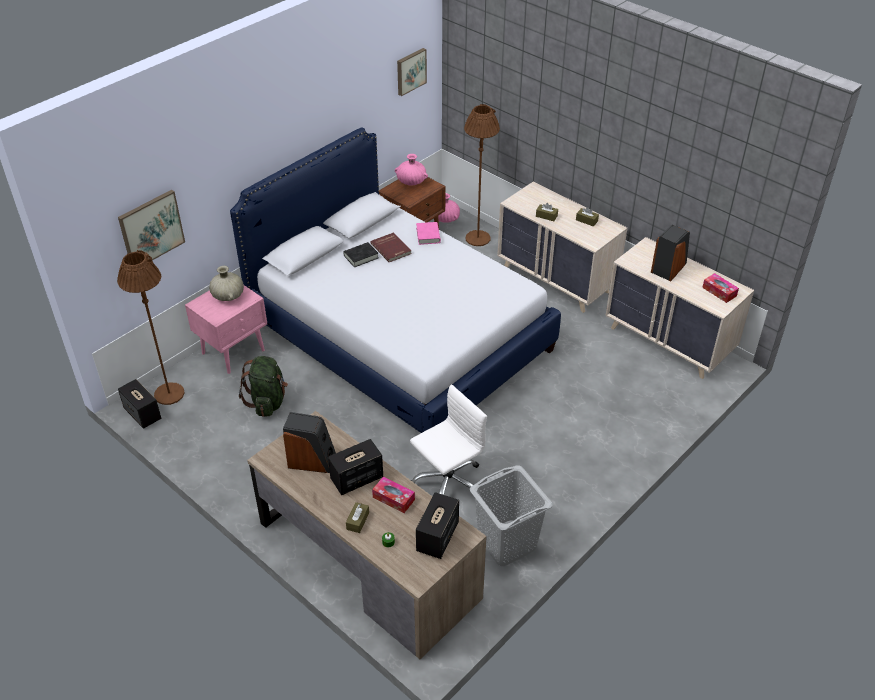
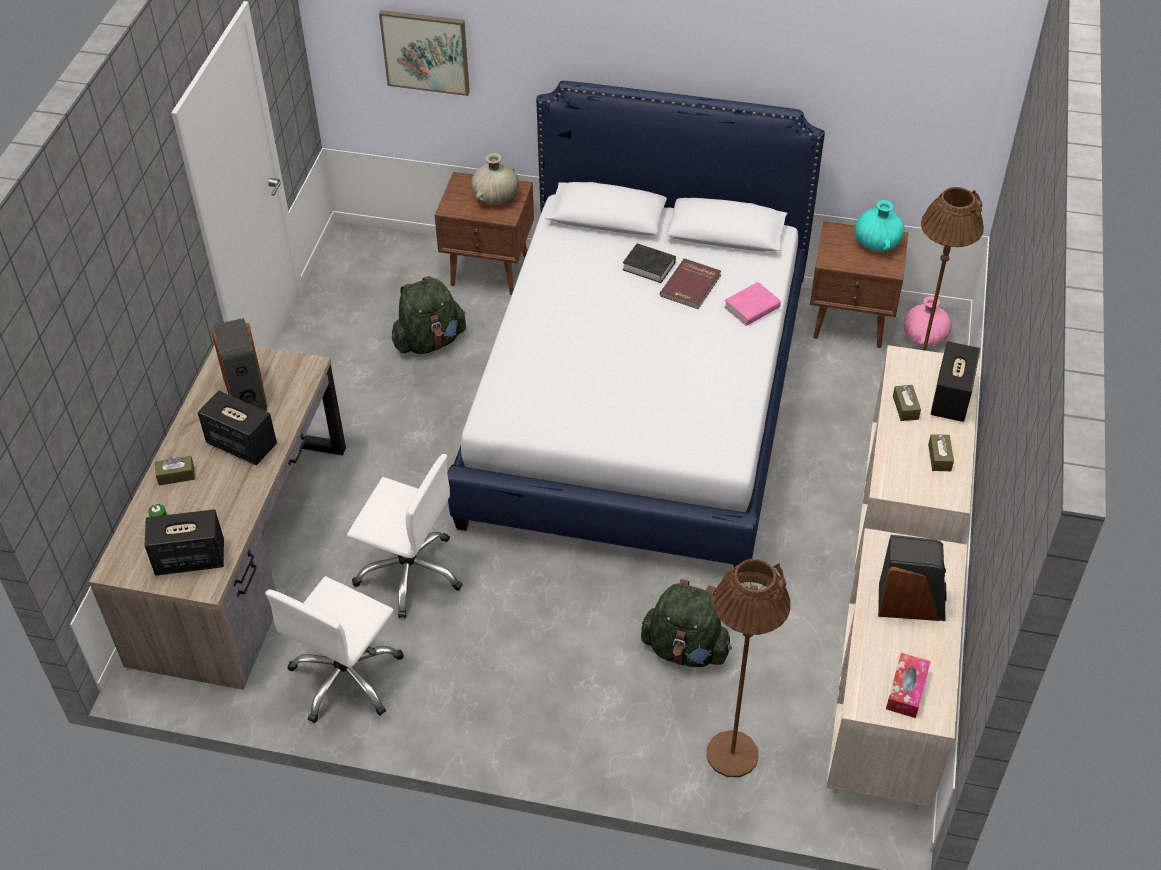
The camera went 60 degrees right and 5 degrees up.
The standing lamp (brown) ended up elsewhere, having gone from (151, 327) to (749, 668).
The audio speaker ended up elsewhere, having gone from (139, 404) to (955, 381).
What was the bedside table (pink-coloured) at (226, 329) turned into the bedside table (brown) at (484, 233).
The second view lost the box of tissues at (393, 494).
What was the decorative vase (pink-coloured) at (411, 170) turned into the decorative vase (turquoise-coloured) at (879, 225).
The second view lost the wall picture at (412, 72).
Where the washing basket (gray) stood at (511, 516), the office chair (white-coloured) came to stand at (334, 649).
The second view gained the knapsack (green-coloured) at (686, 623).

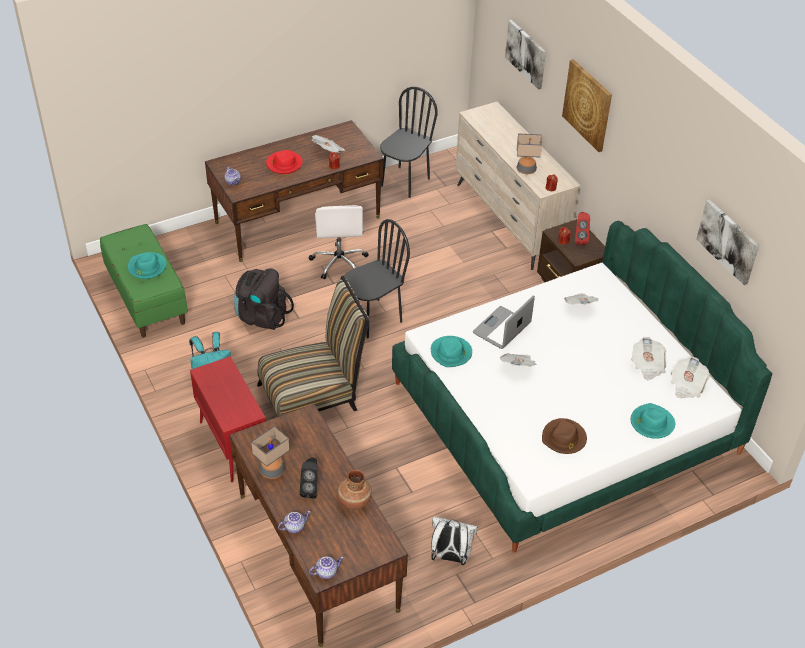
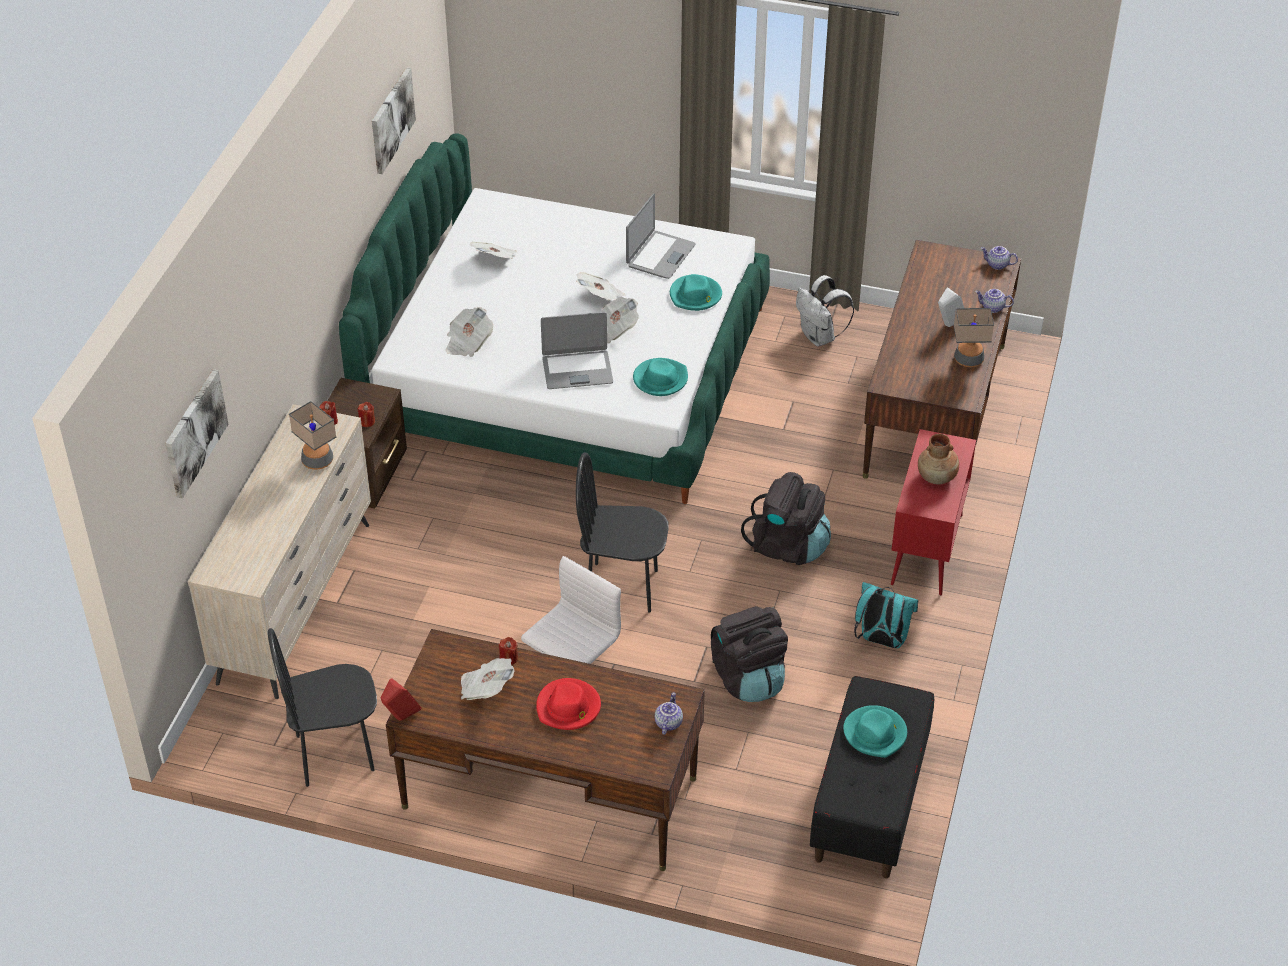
The camera went 135 degrees left and 0 degrees up.
What was the indoor bench (green-coloured) at (144, 280) turned into the indoor bench (black) at (872, 777).
Where the chair stood at (313, 346), the knapsack (black) came to stand at (786, 518).
What was the audio speaker (black) at (308, 478) turned into the audio speaker (white-coloured) at (951, 307).
The decorative vase (brown) ended up elsewhere, having gone from (354, 490) to (938, 459).
Where the hat (brown) stood at (564, 436), the notebook computer came to stand at (661, 236).
The second view lost the wall picture at (587, 105).
The audio speaker (reddish) ended up elsewhere, having gone from (582, 228) to (401, 699).
The hat (turquoise-coloured) ended up elsewhere, having gone from (653, 421) to (696, 292).
The printed paper ended up elsewhere, having gone from (690, 378) to (600, 286).

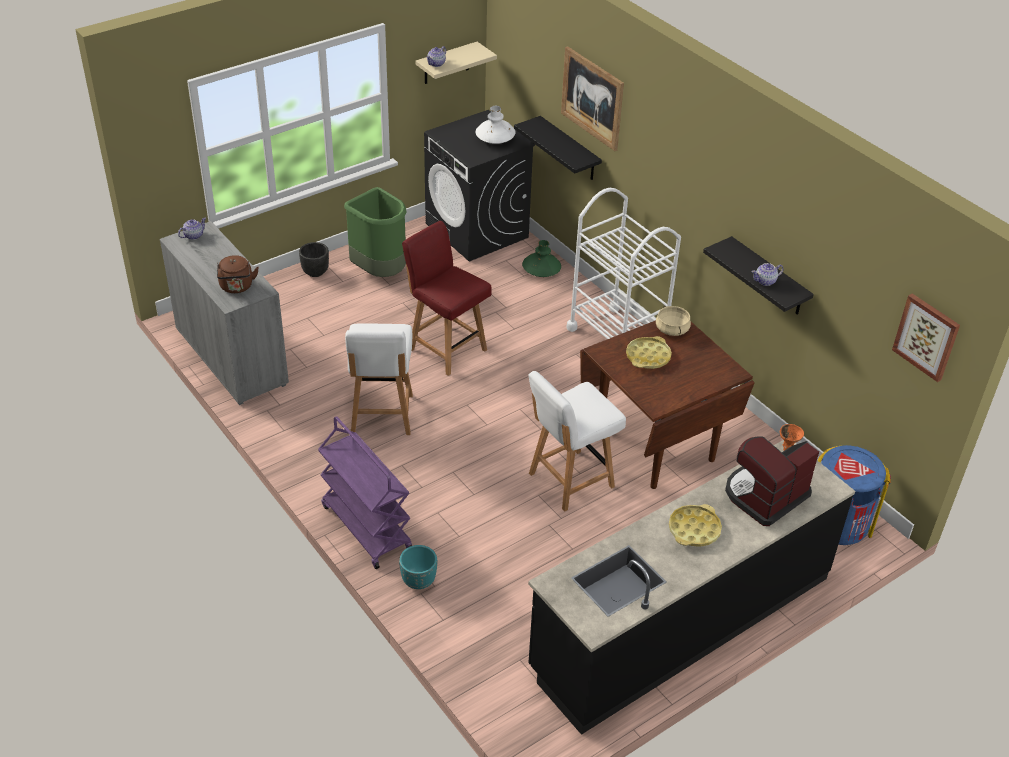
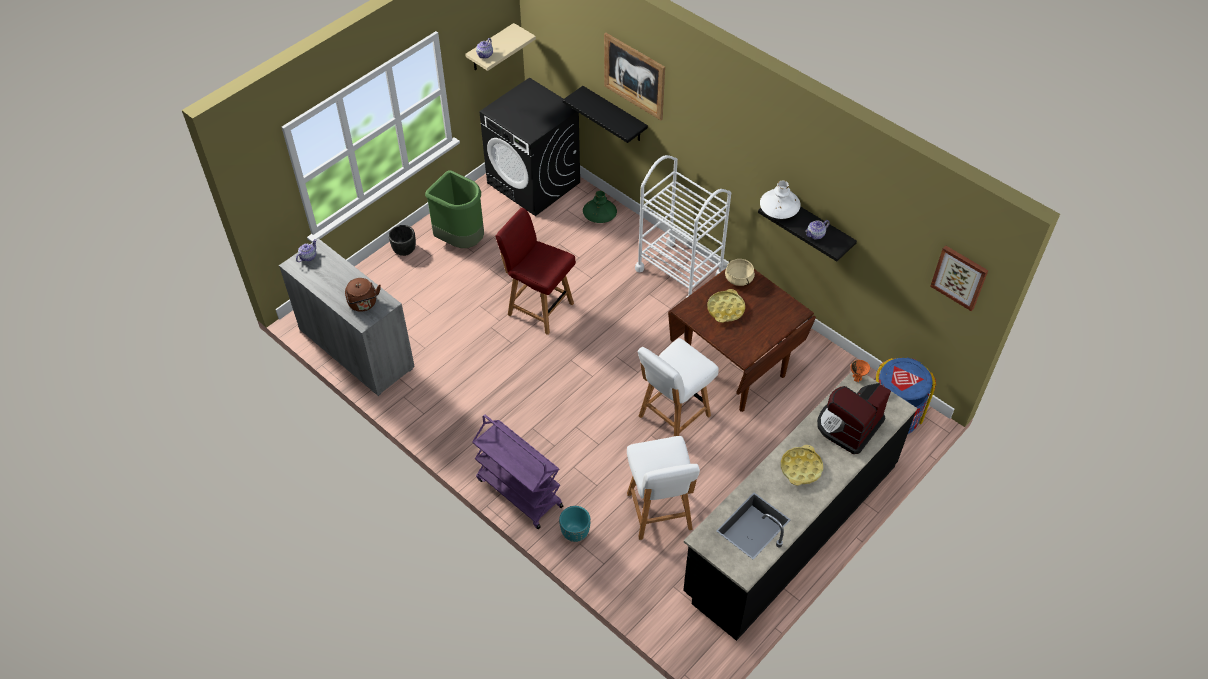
The camera went 10 degrees left and 10 degrees up.
The chair (white-coloured) ended up elsewhere, having gone from (379, 379) to (663, 488).
The decorative vase (white-coloured) ended up elsewhere, having gone from (496, 125) to (780, 199).

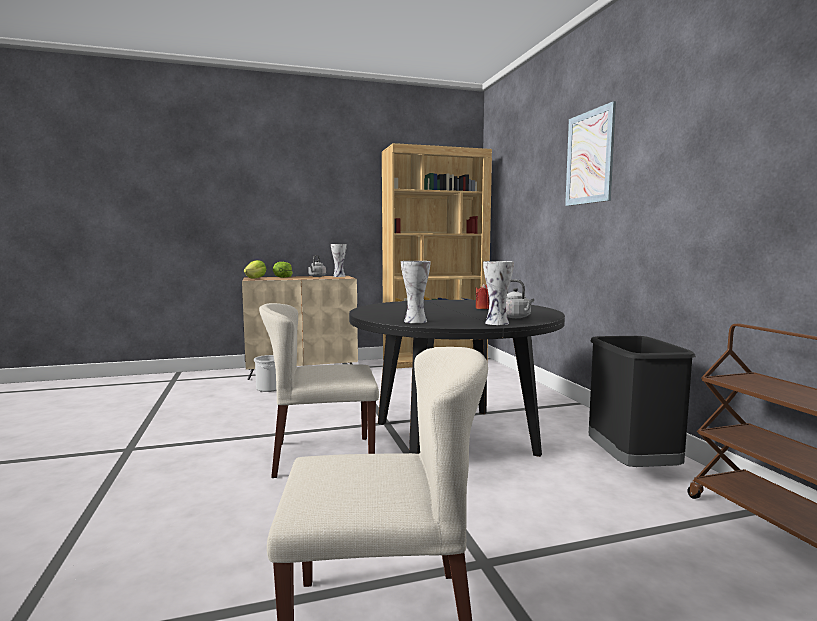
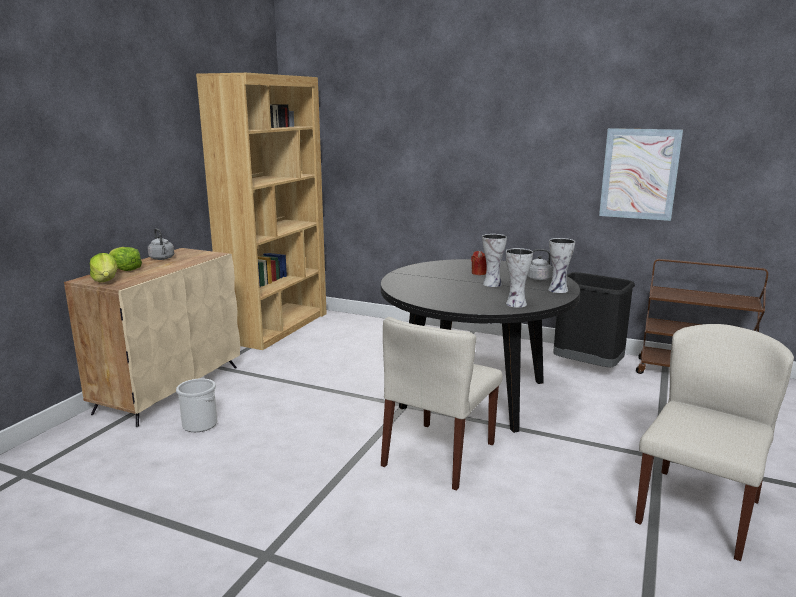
The camera went 50 degrees left and 10 degrees up.
The decorative vase ended up elsewhere, having gone from (339, 260) to (494, 260).
The wall picture ended up elsewhere, having gone from (590, 153) to (641, 174).

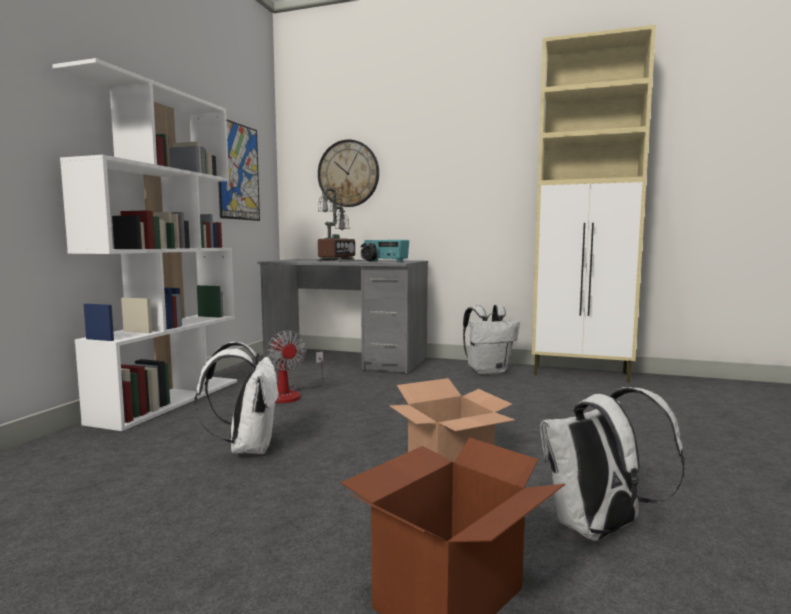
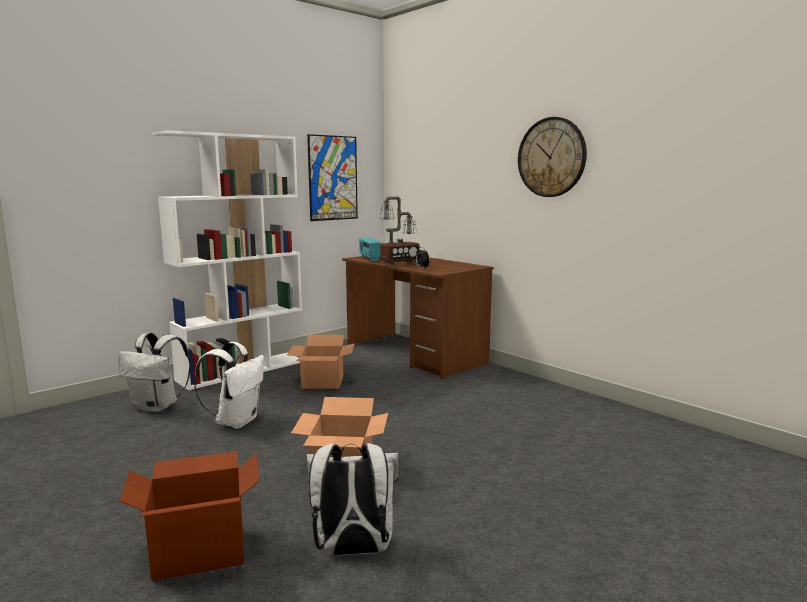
The camera went 30 degrees right and 5 degrees up.
What was the desk unit (gray) at (342, 316) turned into the desk unit (brown) at (418, 317).
Where the cooling fan stood at (295, 366), the packing box came to stand at (321, 362).
The wall clock ended up elsewhere, having gone from (348, 173) to (552, 157).
The radio set ended up elsewhere, having gone from (387, 251) to (370, 249).
The knapsack (white-coloured) ended up elsewhere, having gone from (491, 339) to (155, 372).
The second view lost the storage cabinet (beige) at (594, 204).

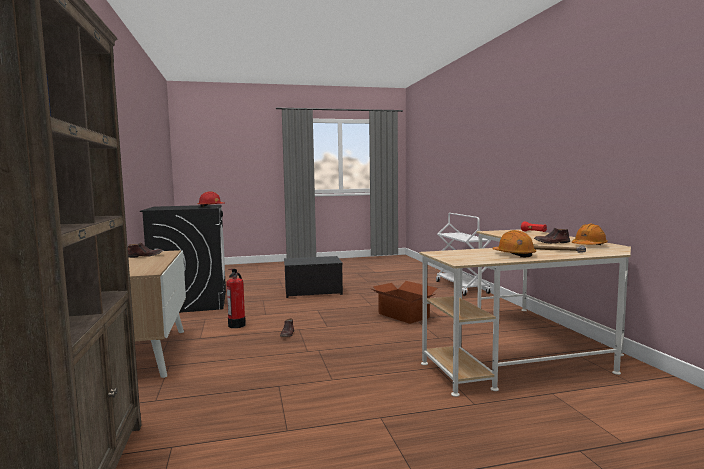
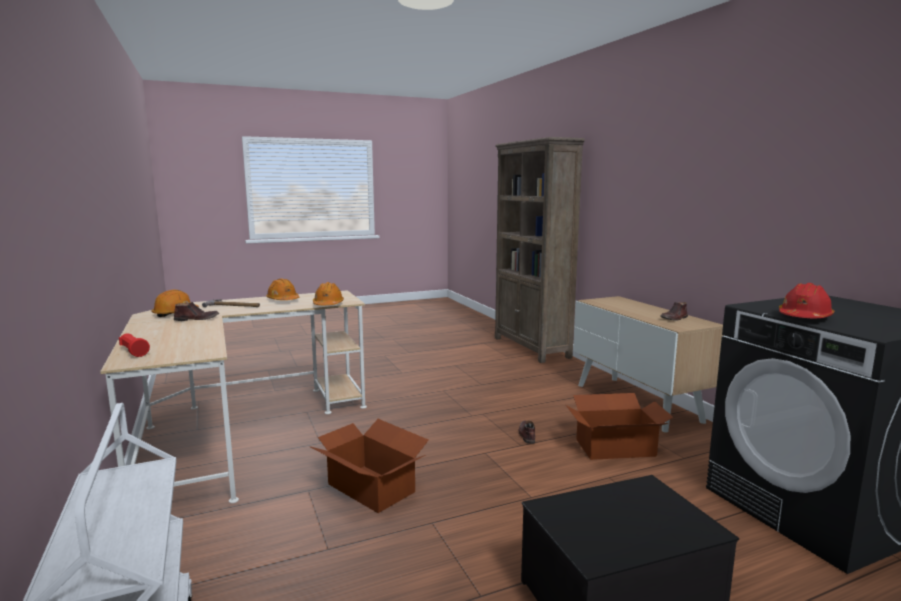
The camera went 170 degrees right and 5 degrees up.
Where the fire-fighting cylinder stood at (236, 298), the packing box came to stand at (619, 426).
The second view gained the work helmet (orange) at (328, 293).

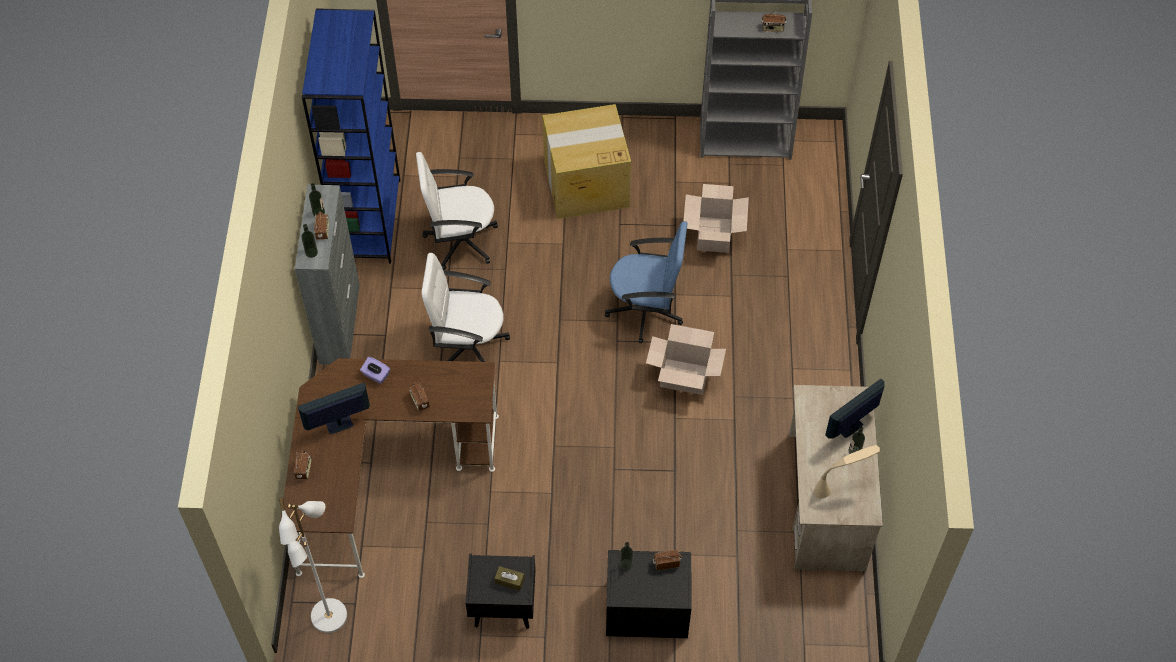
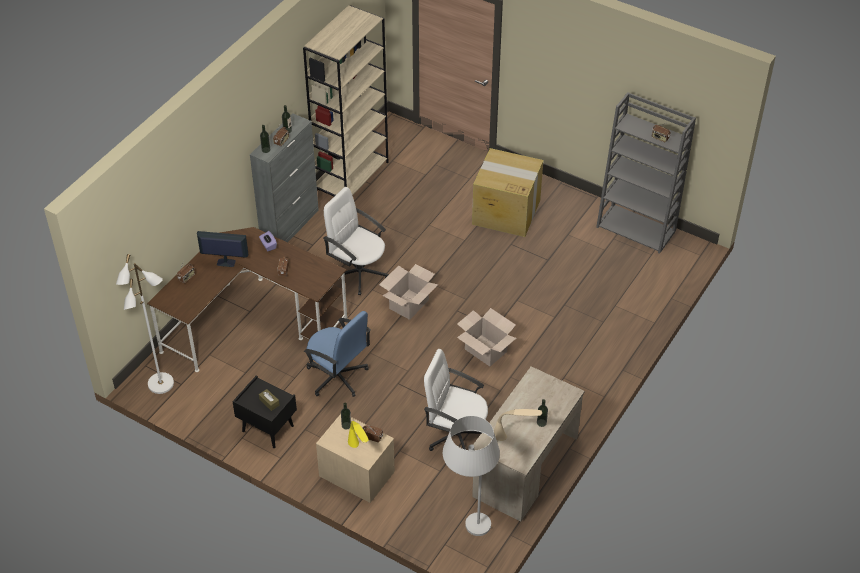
The camera went 30 degrees right and 10 degrees down.
What was the bookcase (blue-coloured) at (351, 136) turned into the bookcase (beige) at (345, 100).
The office chair (white-coloured) ended up elsewhere, having gone from (457, 211) to (456, 400).
The office chair (blue-coloured) ended up elsewhere, having gone from (646, 282) to (337, 354).
What was the bedside table (black) at (649, 594) turned into the bedside table (beige) at (355, 458).
The packing box ended up elsewhere, having gone from (716, 218) to (408, 292).
The second view lost the computer display at (855, 409).
The second view gained the tabletop lamp (yellowish) at (358, 434).
The second view gained the standing lamp (white-coloured) at (471, 476).

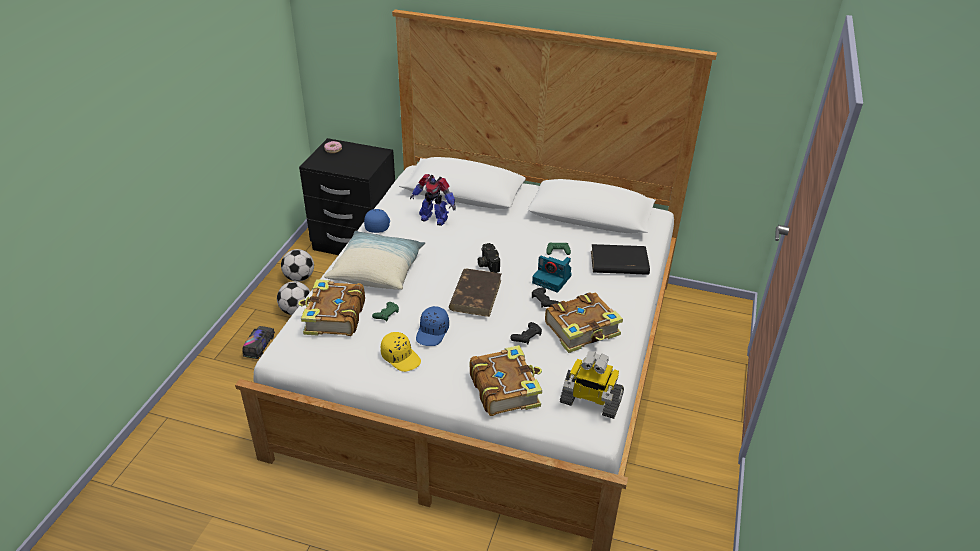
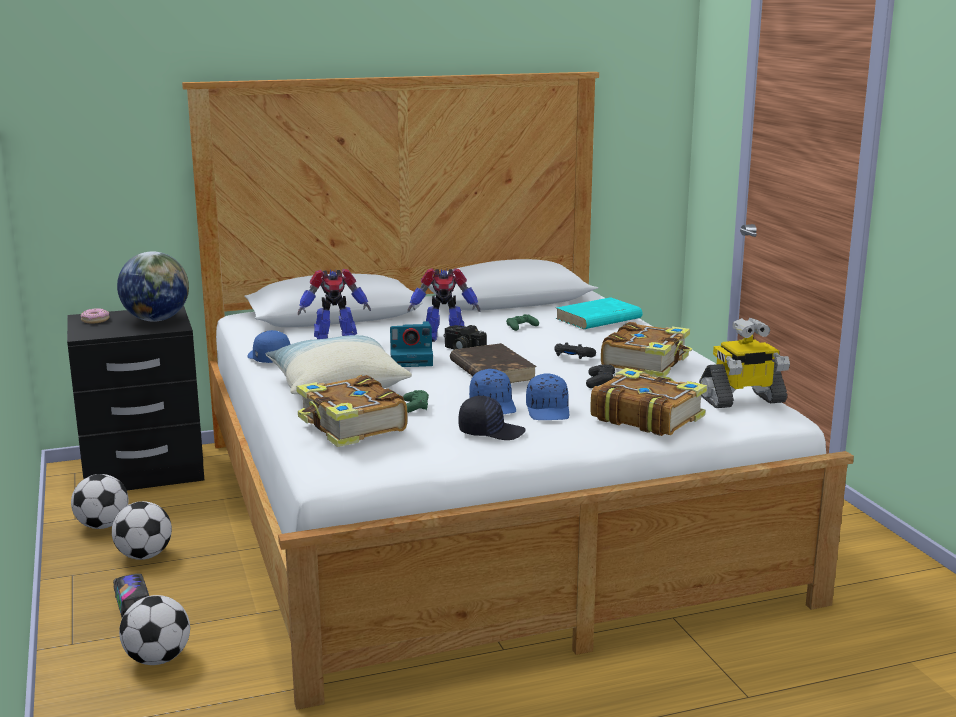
The camera went 35 degrees left and 20 degrees down.
What was the peaked cap (yellowish) at (401, 352) turned into the peaked cap (black) at (492, 418).
The still camera ended up elsewhere, having gone from (552, 274) to (411, 344).
What was the book (black) at (620, 259) turned into the book (turquoise-coloured) at (599, 313).
The second view gained the desk globe at (153, 286).
The second view gained the football ball at (154, 630).
The second view gained the robot figure at (444, 305).
The second view gained the peaked cap (blue-coloured) at (547, 396).

